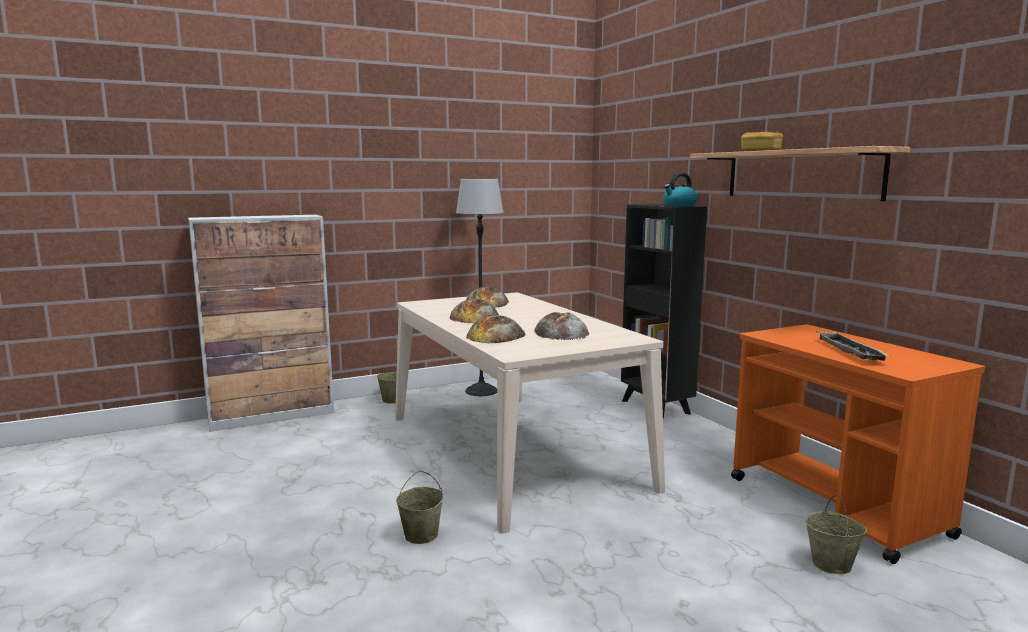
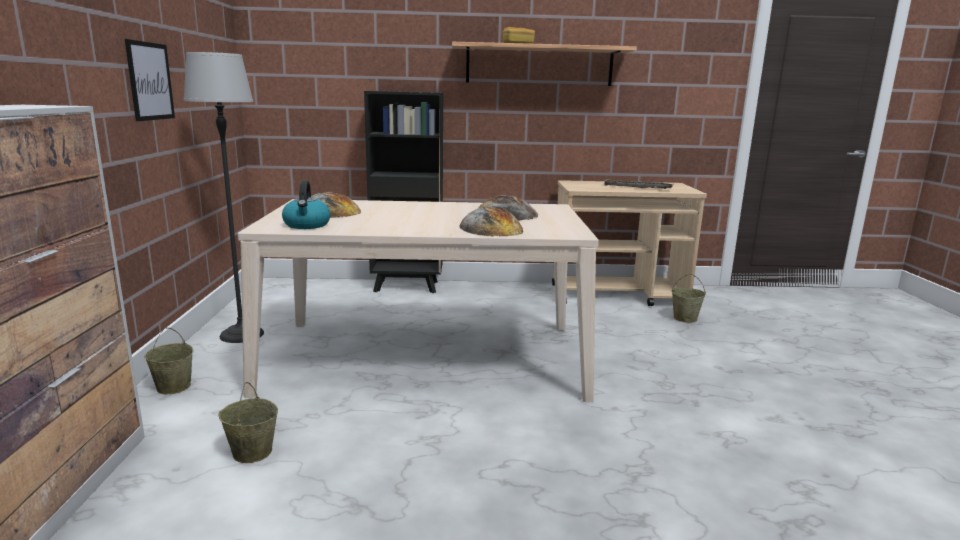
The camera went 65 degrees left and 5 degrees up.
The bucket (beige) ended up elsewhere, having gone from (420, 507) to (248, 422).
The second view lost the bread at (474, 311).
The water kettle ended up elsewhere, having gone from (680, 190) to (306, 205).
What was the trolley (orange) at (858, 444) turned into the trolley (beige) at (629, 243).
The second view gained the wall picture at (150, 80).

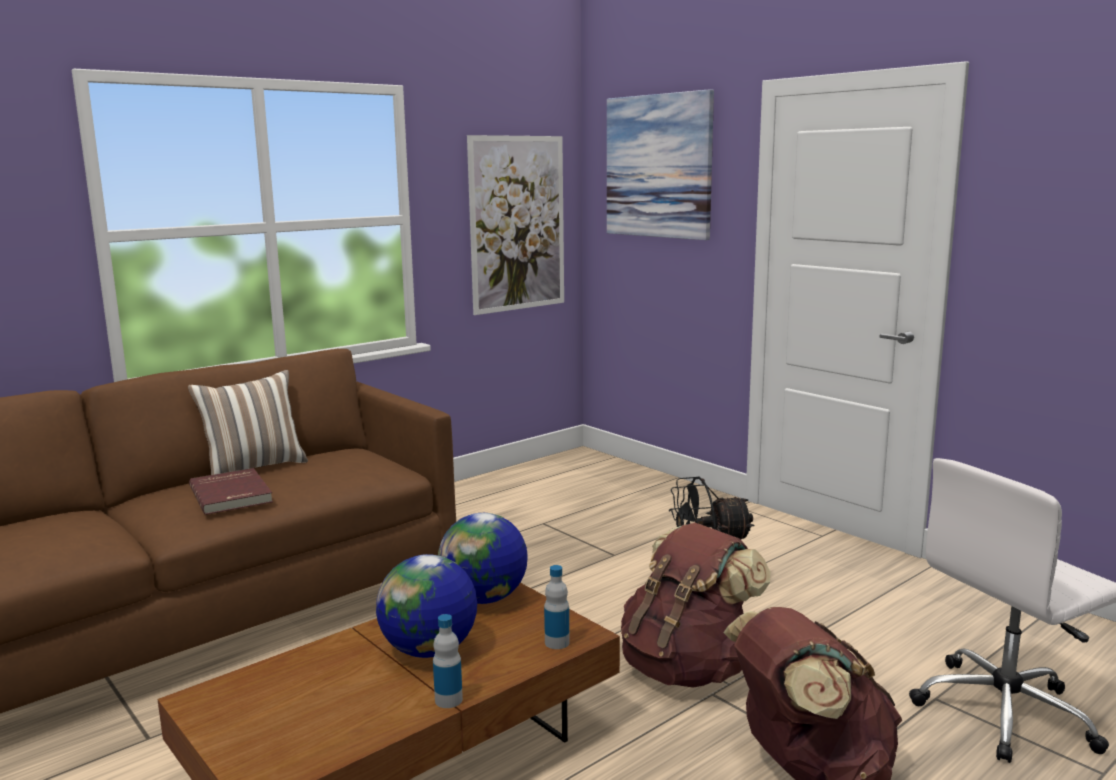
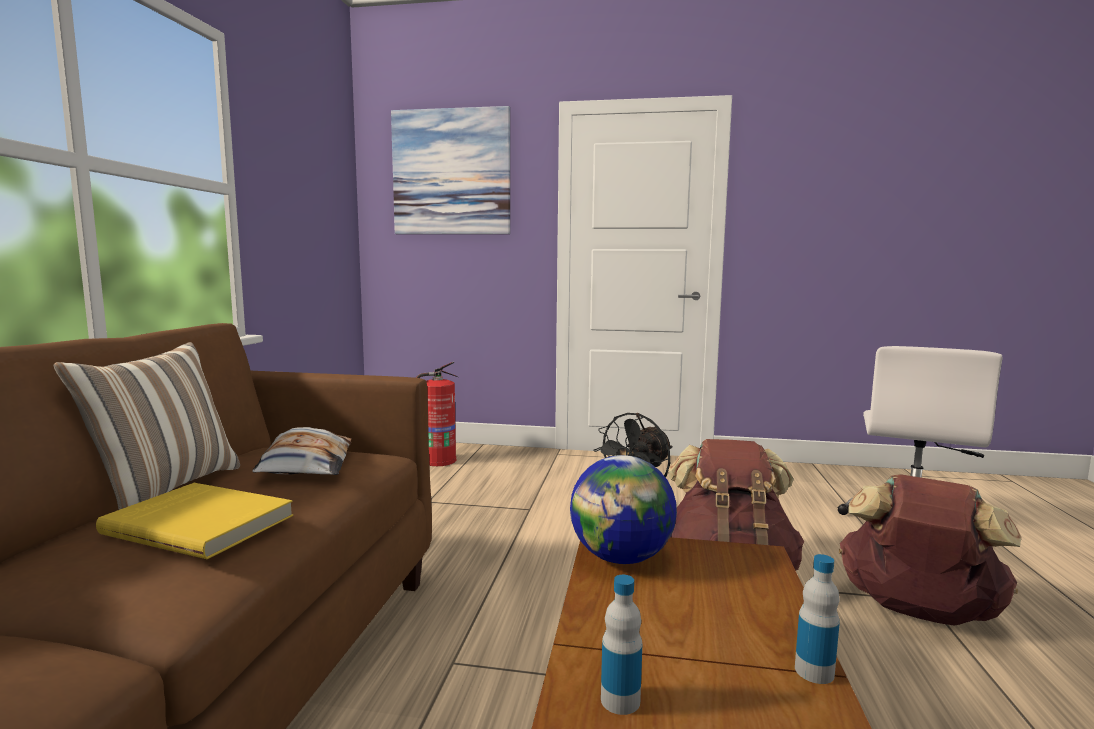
The camera went 40 degrees left and 5 degrees down.
What was the book (reddish) at (231, 491) turned into the book (yellowish) at (194, 521).
The second view lost the desk globe at (426, 606).
The second view lost the wall picture at (515, 225).
The beverage bottle ended up elsewhere, having gone from (557, 607) to (622, 645).
The second view gained the pillow at (301, 451).
The second view gained the fire-fighting cylinder at (437, 414).

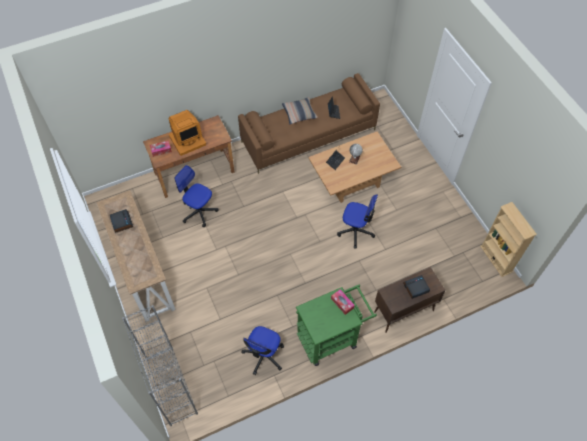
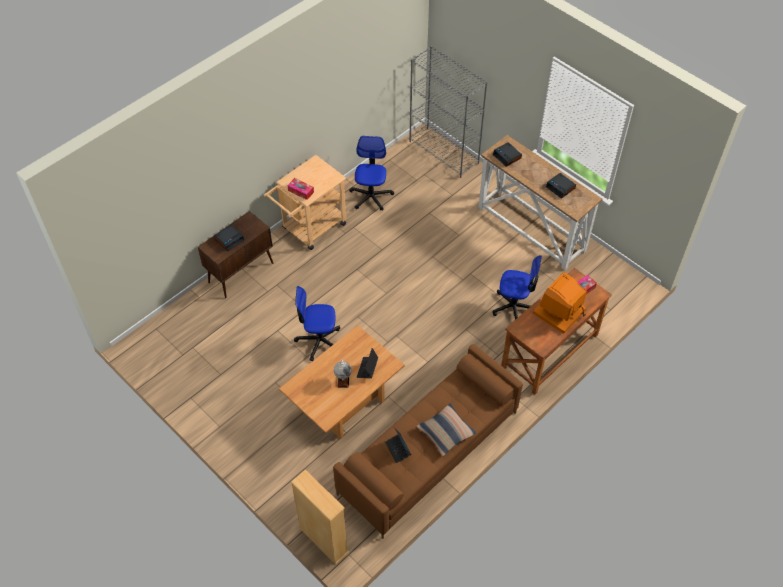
The camera went 160 degrees right and 5 degrees down.
What was the trolley (green-coloured) at (336, 325) turned into the trolley (beige) at (305, 202).
The bookcase (beige) ended up elsewhere, having gone from (508, 239) to (320, 517).
The second view gained the bedside clock at (507, 154).

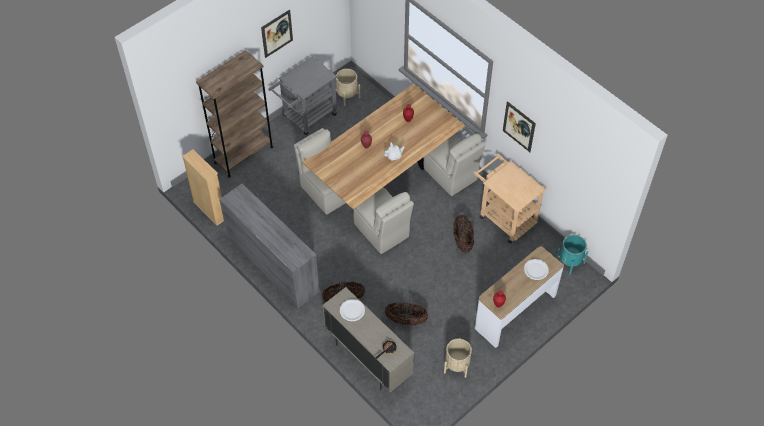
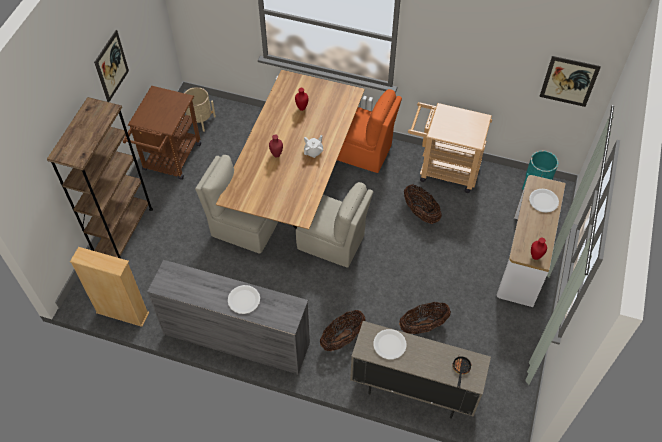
The camera went 30 degrees left and 0 degrees up.
What was the trolley (gray) at (302, 95) turned into the trolley (brown) at (162, 133).
What was the chair (beige) at (454, 165) turned into the chair (orange) at (369, 131).
The second view lost the planter (beige) at (458, 358).
The wall picture ended up elsewhere, having gone from (519, 126) to (570, 81).
The second view gained the dinner plate (white-coloured) at (244, 299).

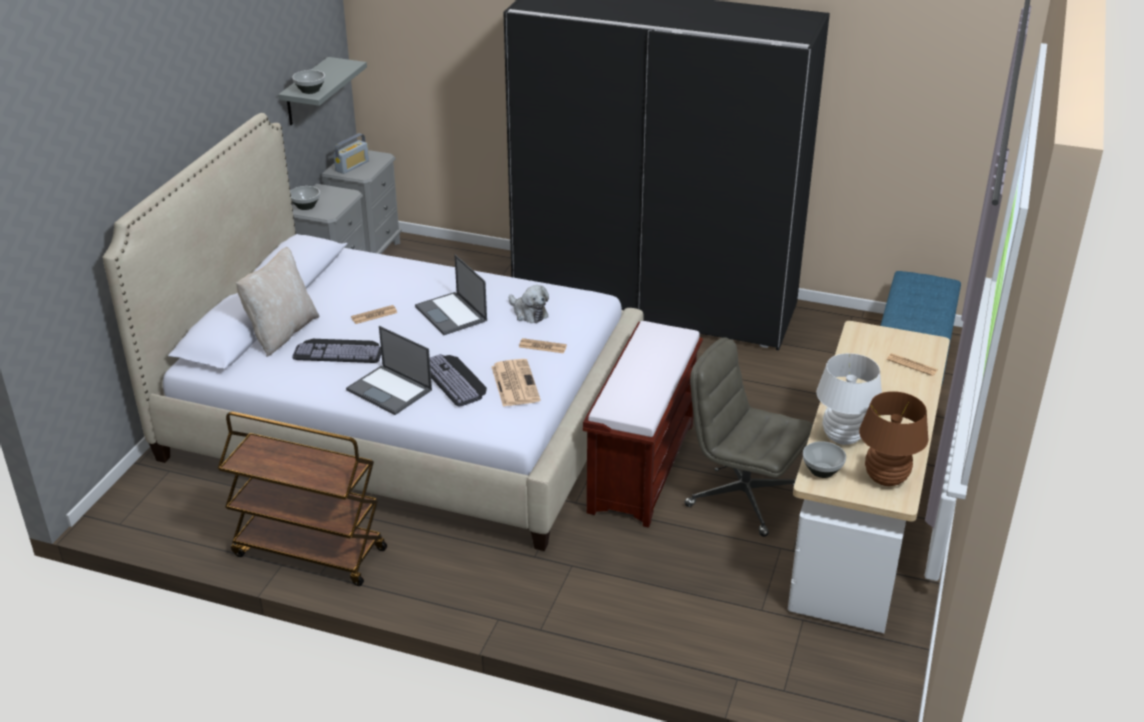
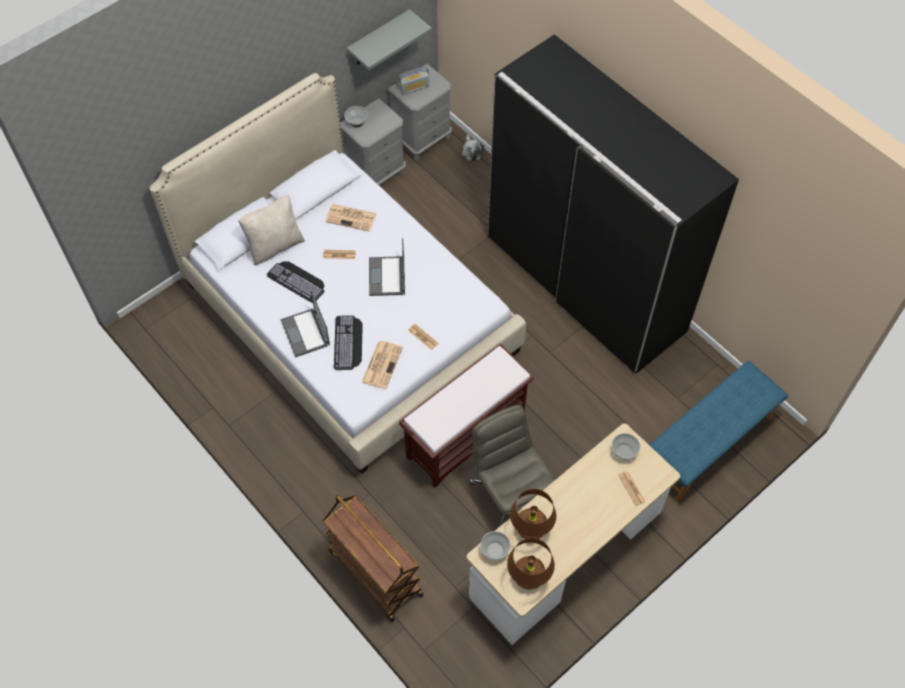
The camera went 30 degrees right and 25 degrees up.
The trolley (brown) ended up elsewhere, having gone from (302, 499) to (373, 558).
The bowl ended up elsewhere, having gone from (308, 82) to (626, 446).
The plush toy ended up elsewhere, having gone from (529, 304) to (473, 147).
What was the tabletop lamp (white-coloured) at (849, 399) turned into the tabletop lamp (brown) at (533, 514).
The second view gained the printed paper at (351, 218).

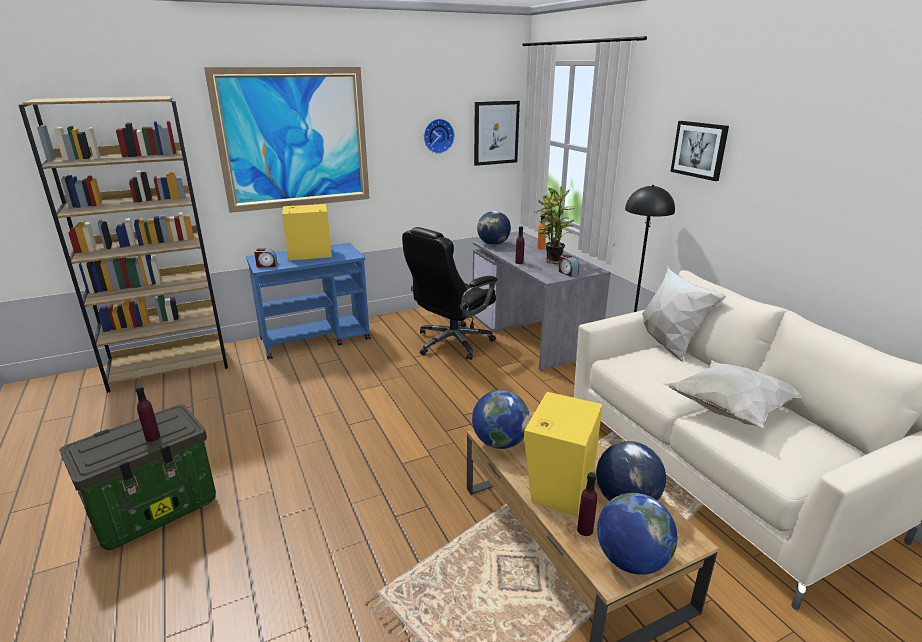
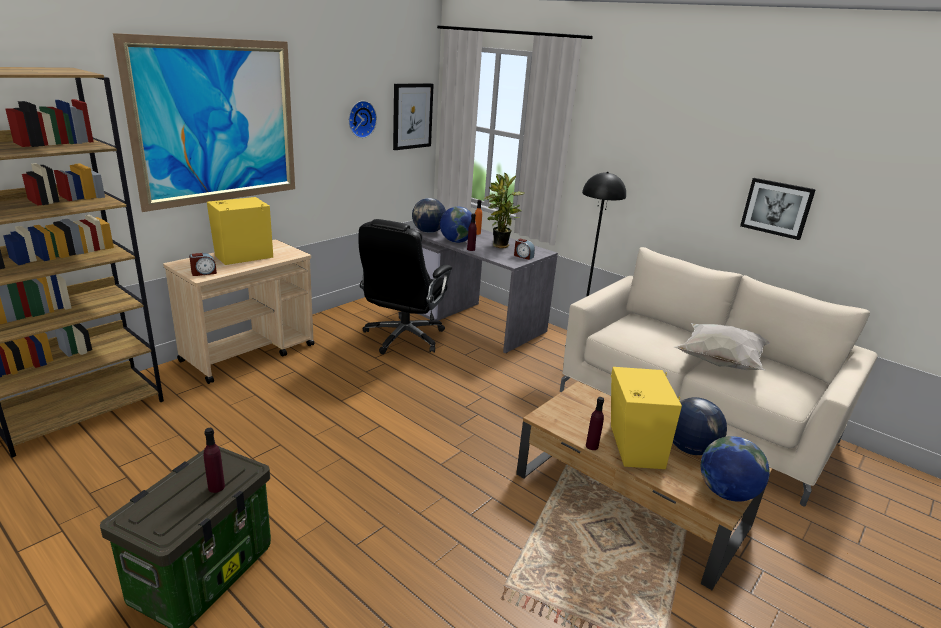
The camera went 25 degrees left and 0 degrees up.
What was the trolley (blue-coloured) at (308, 301) turned into the trolley (beige) at (239, 311).
The desk globe ended up elsewhere, having gone from (501, 419) to (458, 224).
The beverage bottle (purplish) ended up elsewhere, having gone from (587, 504) to (595, 423).
The second view lost the pillow (white-coloured) at (684, 314).
The wall picture ended up elsewhere, having gone from (700, 151) to (778, 209).

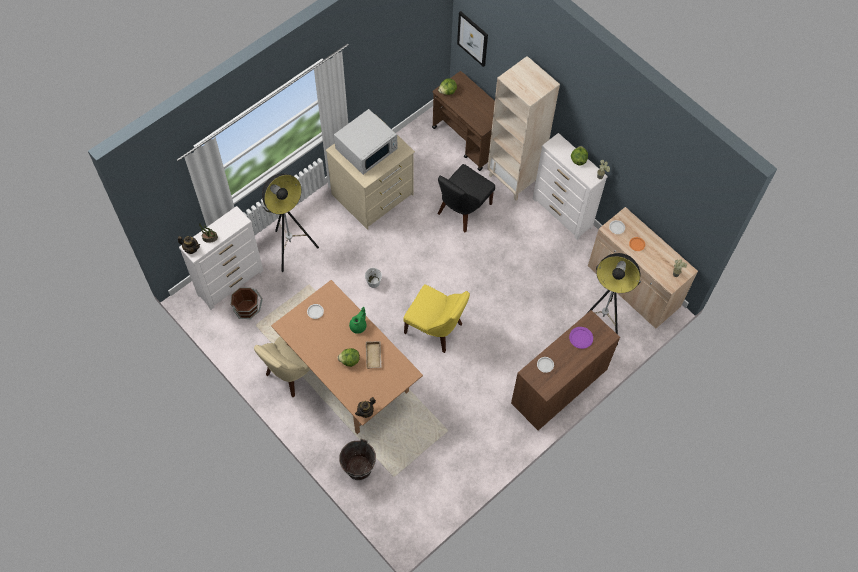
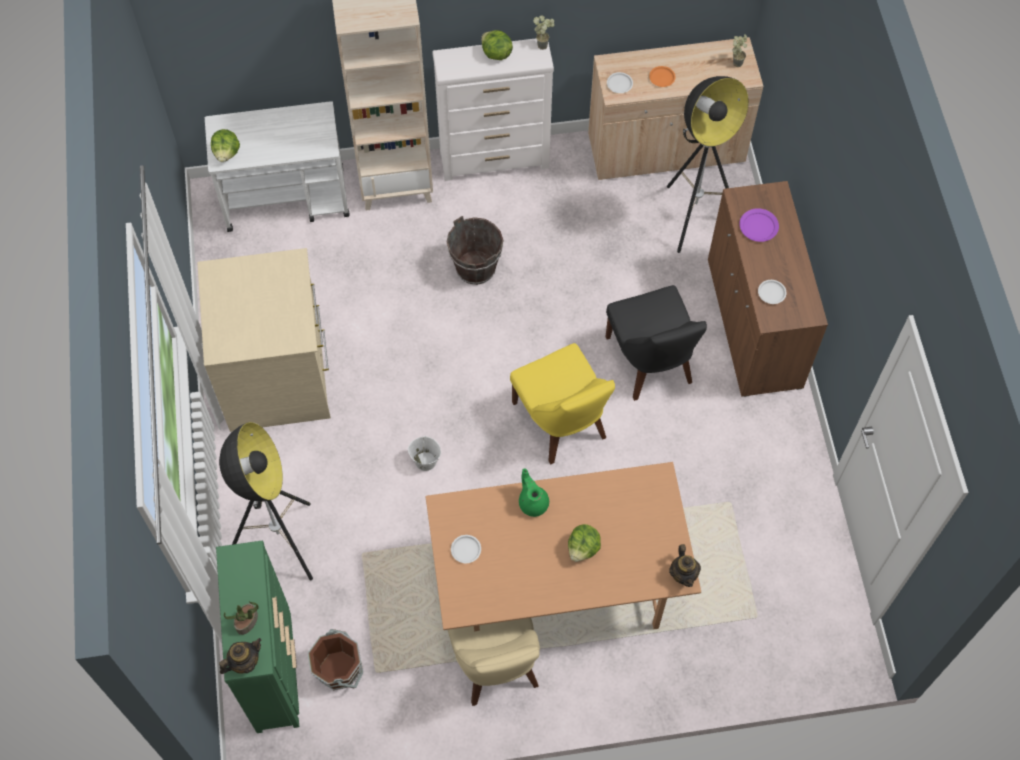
The camera went 55 degrees left and 0 degrees up.
What was the drawer chest (white-coloured) at (221, 258) turned into the drawer chest (green-coloured) at (257, 636).
The second view lost the microwave oven (white-coloured) at (365, 142).
The bucket (brown) ended up elsewhere, having gone from (357, 459) to (475, 250).
The second view lost the serving tray (beige) at (374, 355).
The chair (yellowish) at (436, 318) ended up facing another way, 90 degrees clockwise from before.
What was the trolley (brown) at (463, 121) turned into the trolley (white-coloured) at (277, 166).
The chair (black) ended up elsewhere, having gone from (466, 198) to (656, 343).
The second view lost the wall picture at (472, 39).

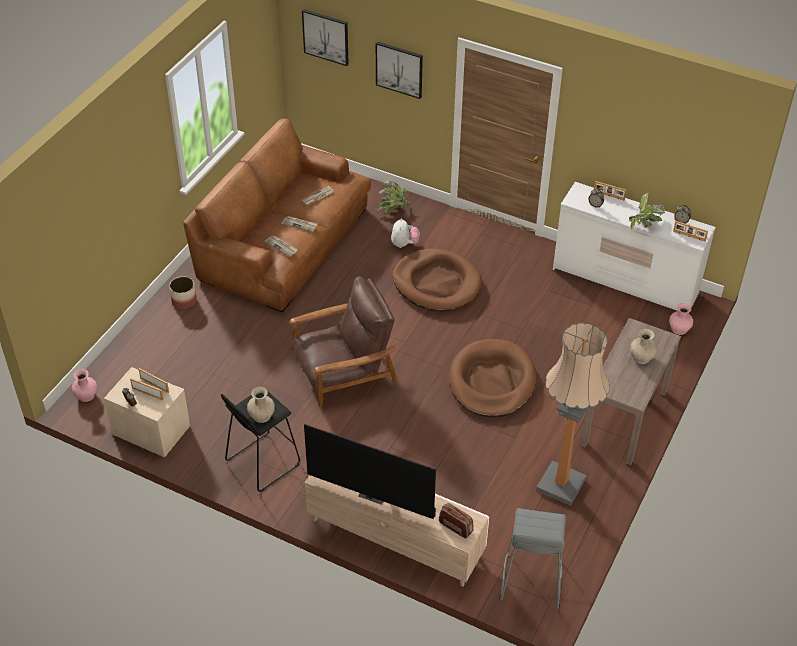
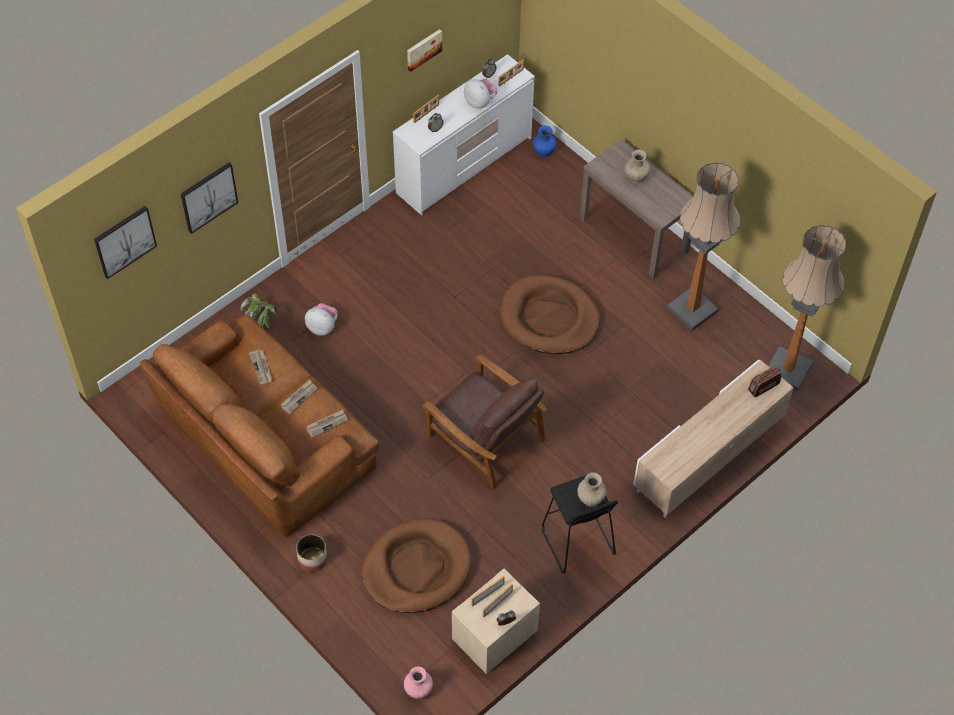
The camera went 70 degrees left and 10 degrees up.
The armchair (brown) at (343, 341) ended up facing another way, 135 degrees clockwise from before.
The second view lost the TV set at (370, 471).
The dog bed (brown) ended up elsewhere, having gone from (437, 280) to (417, 565).
Where the sitting stool (gray) stood at (532, 558), the standing lamp came to stand at (807, 308).
Where the houseplant stood at (647, 210), the plush toy came to stand at (481, 93).
What was the decorative vase (pink-coloured) at (681, 319) turned into the decorative vase (blue-coloured) at (545, 141).
The second view gained the wall picture at (424, 50).

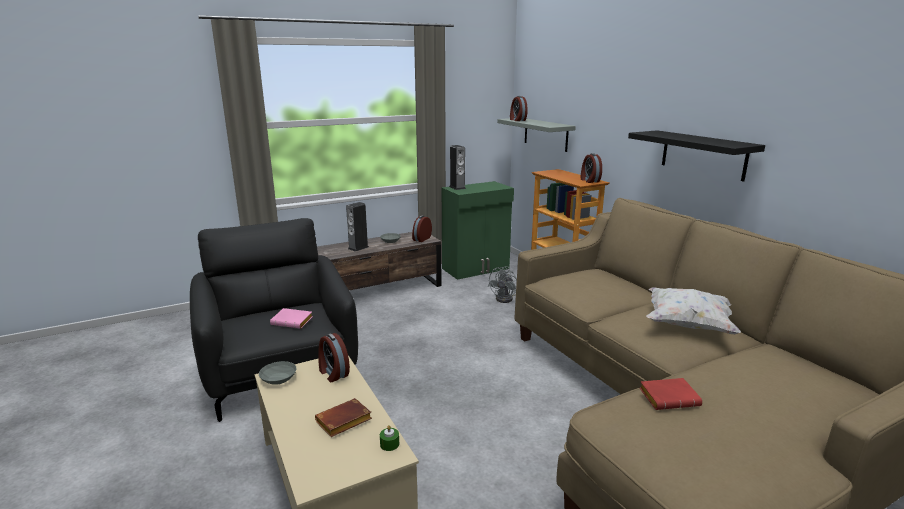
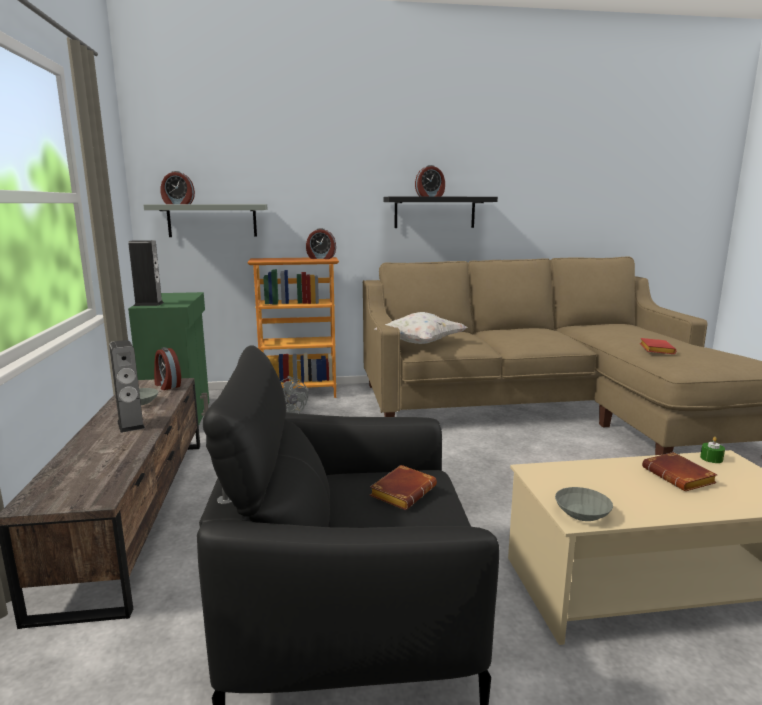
The camera went 70 degrees left and 5 degrees down.
What was the book (pink-coloured) at (291, 318) turned into the book (brown) at (403, 487).
The bedside clock ended up elsewhere, having gone from (334, 357) to (430, 181).
The pillow (white-coloured) ended up elsewhere, having gone from (693, 310) to (421, 328).

